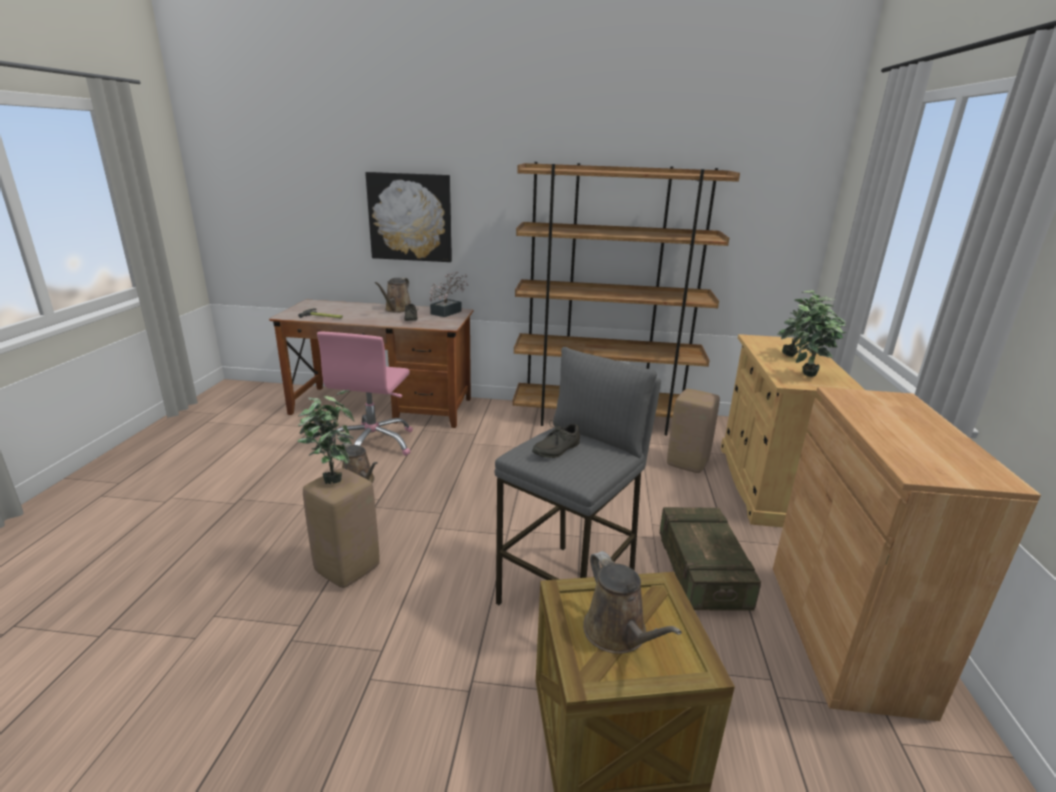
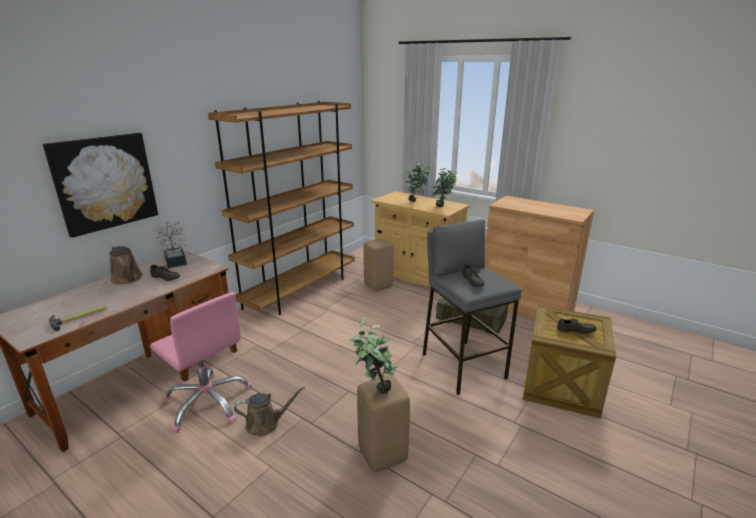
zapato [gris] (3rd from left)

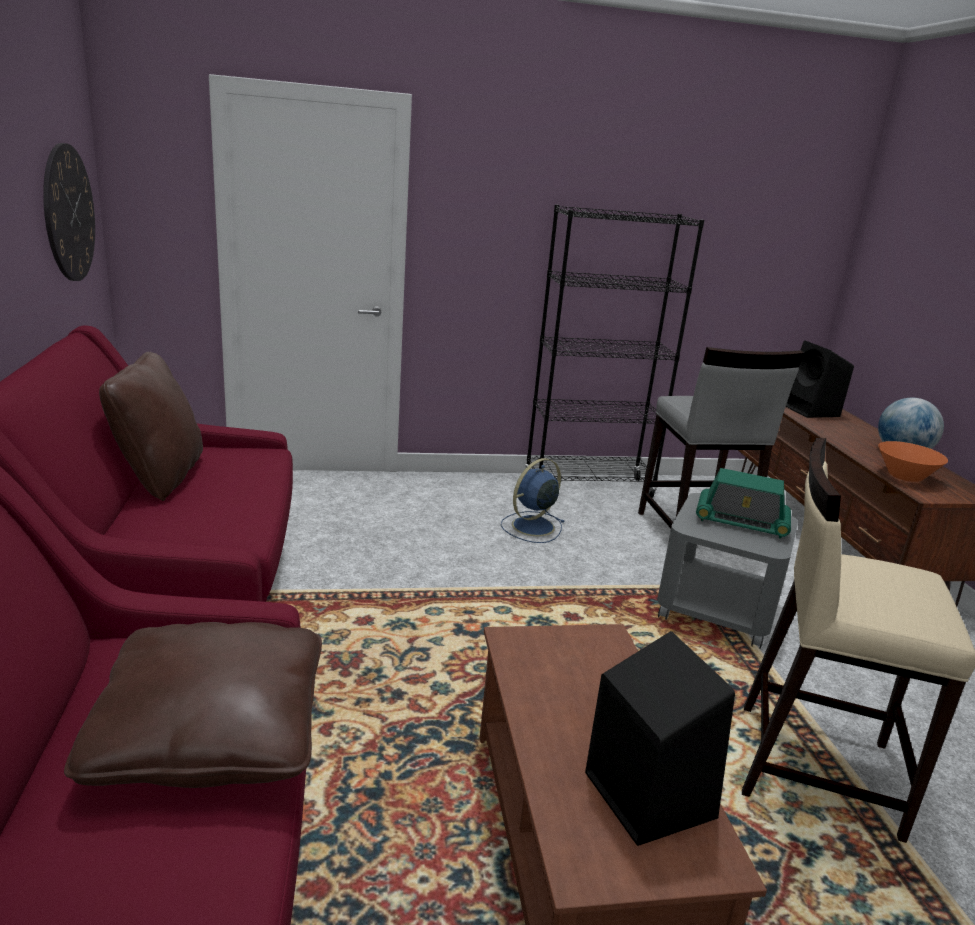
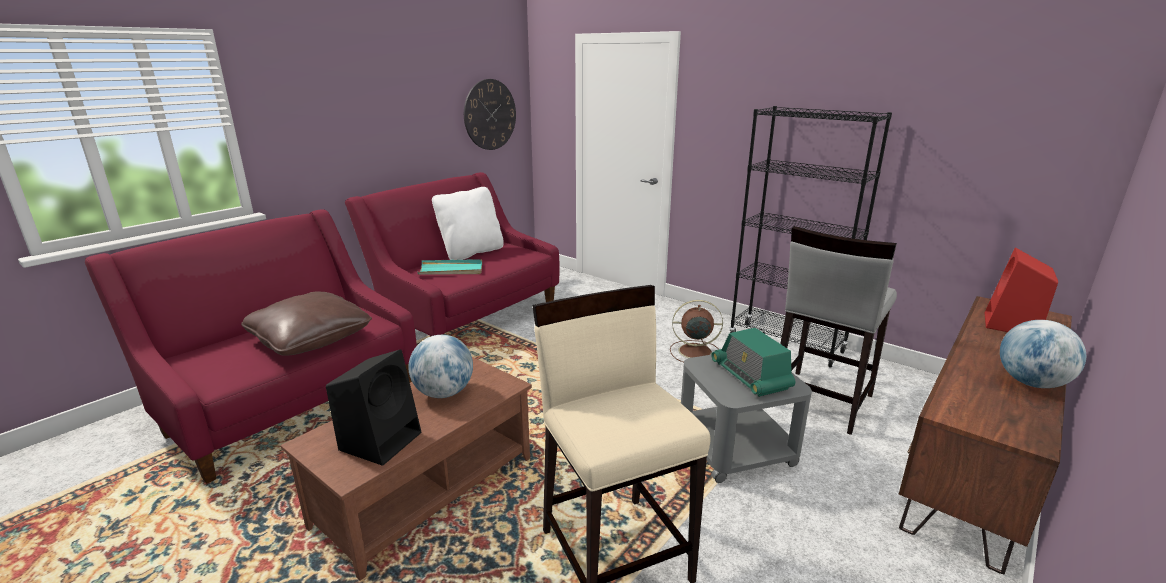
cojín [blanco]; ventilador [marrón]; altavoz [rojo]; cuenco [naranja]; globo terráqueo (1st from left); bandeja [turquesa]

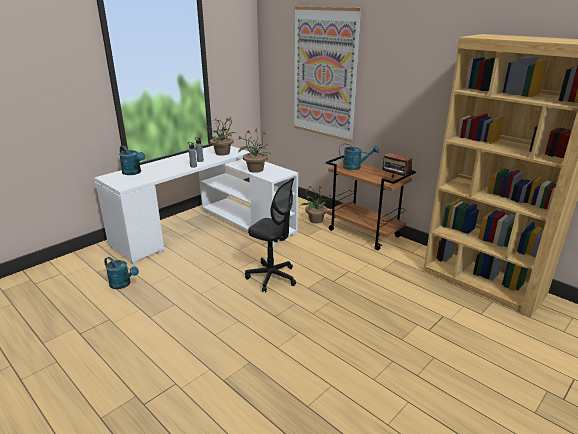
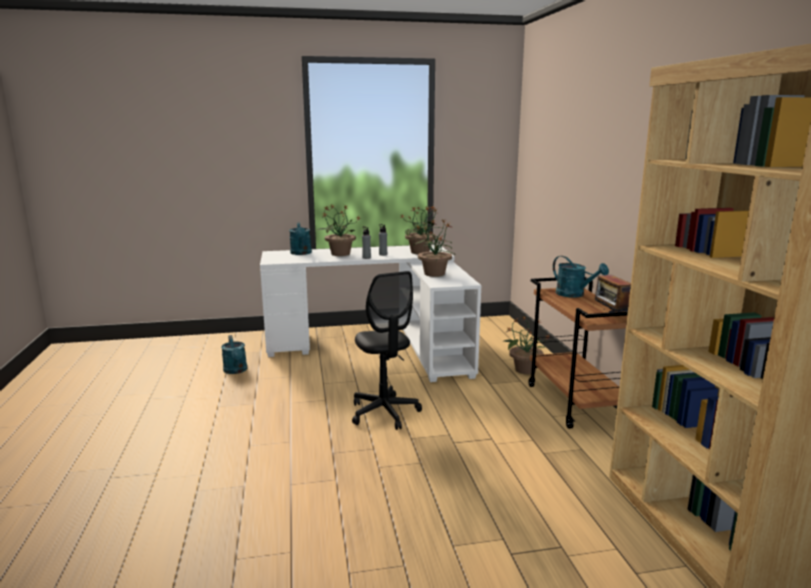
cuadro; planta en maceta (1st from left)

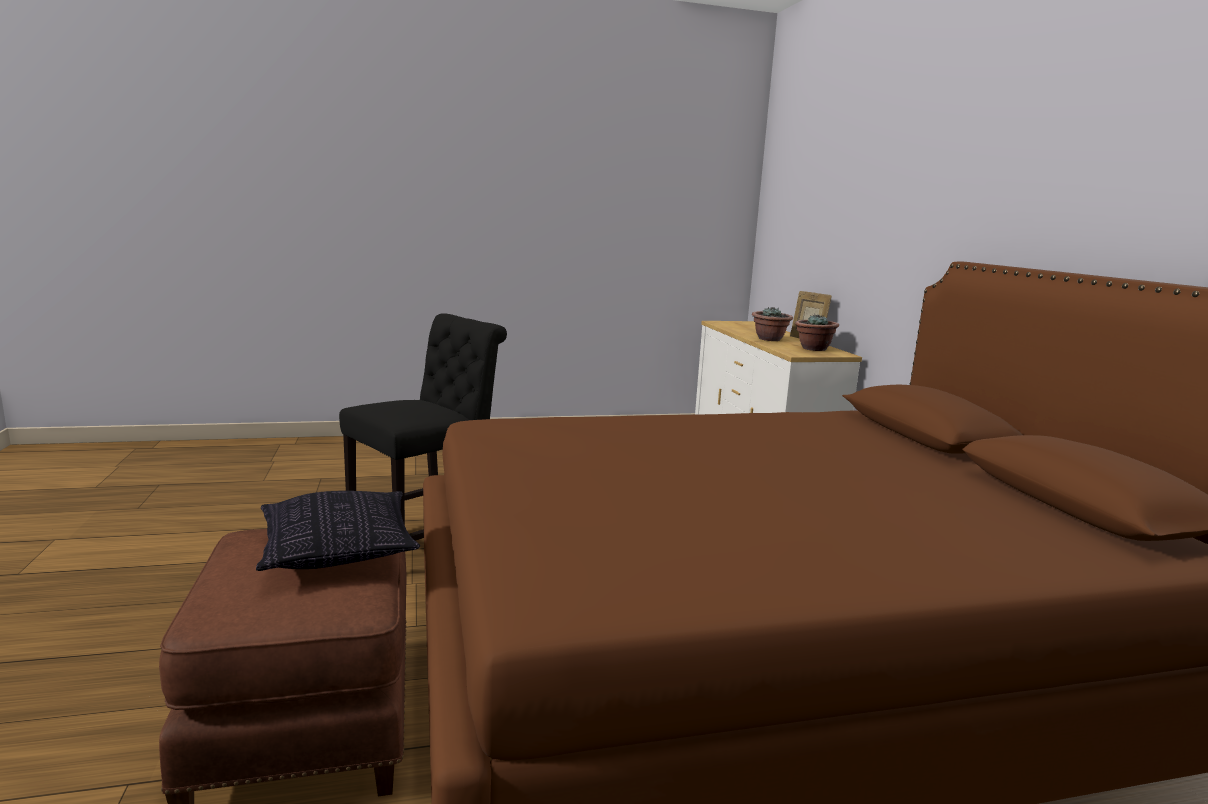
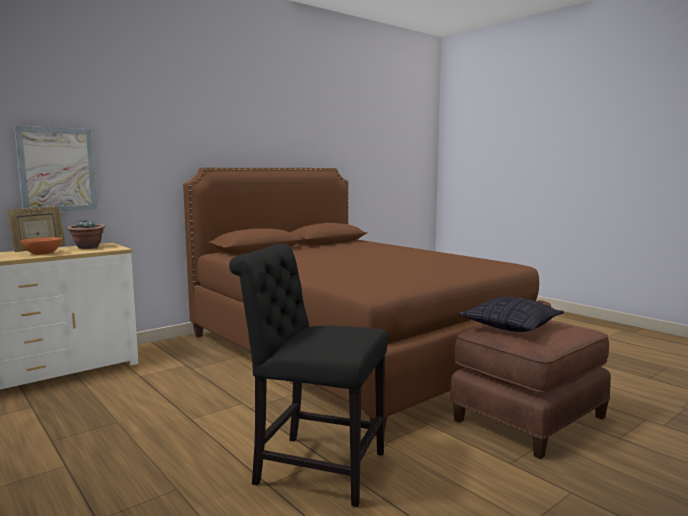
cuenco [naranja]; cuadro

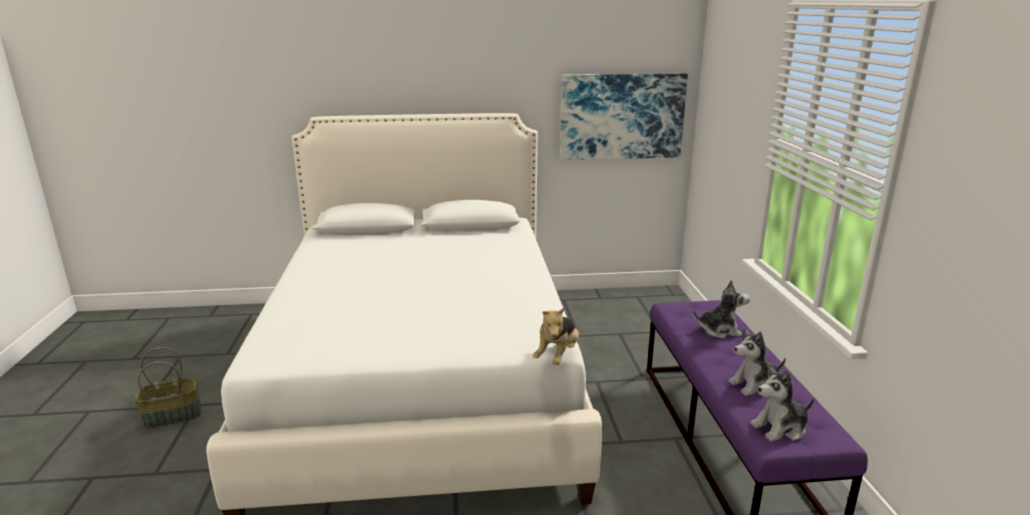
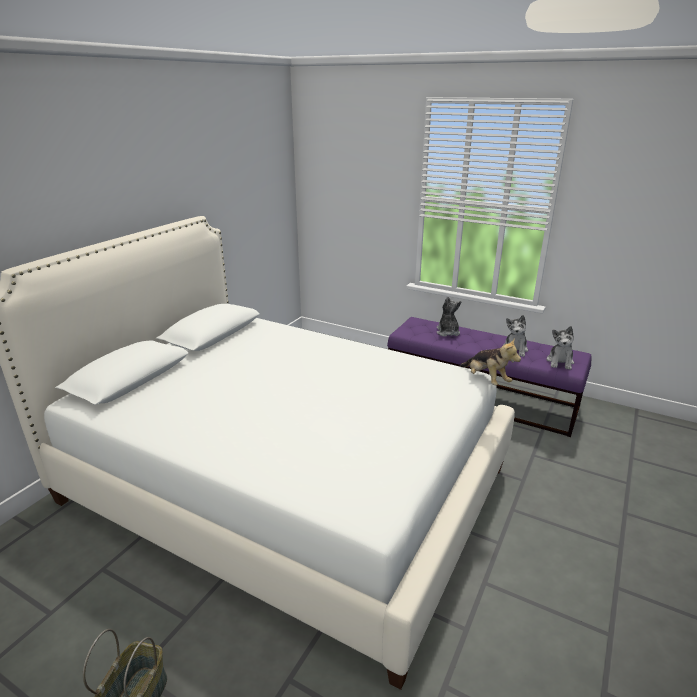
cuadro; peluche (1st from left)

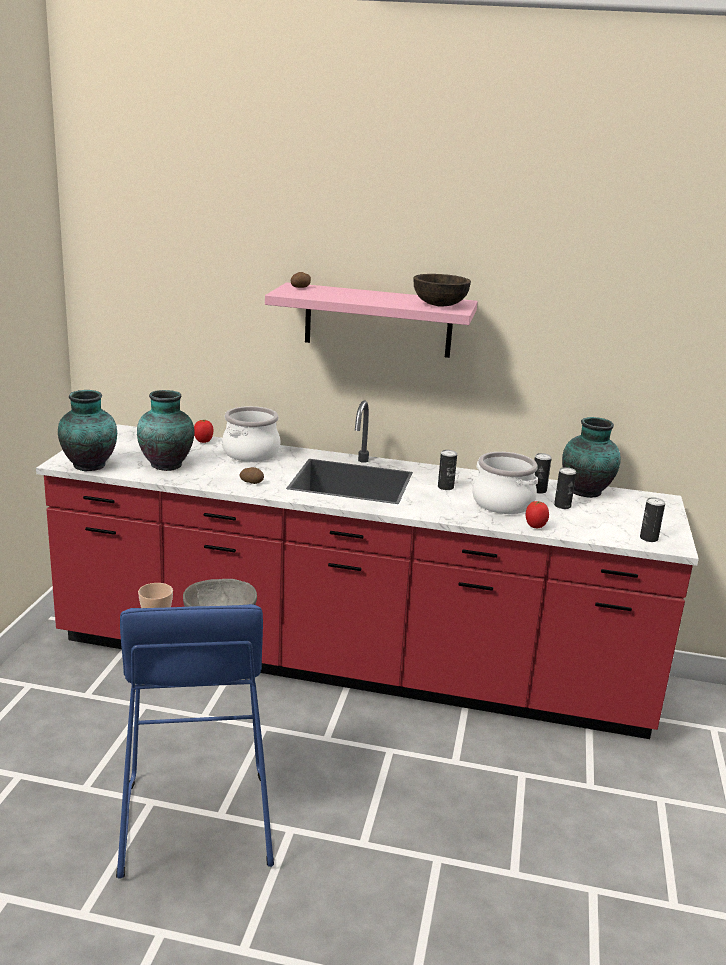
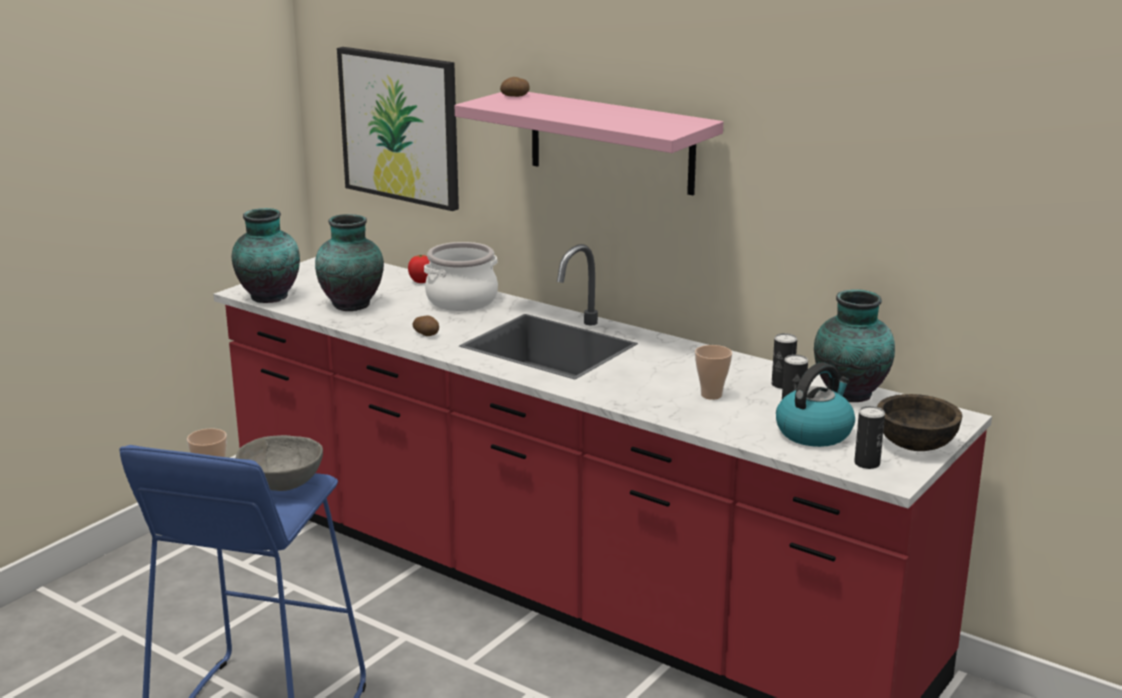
cuenco [marrón]; lata (1st from left in the first image); taza (2nd from left); tomate (2nd from left in the first image); cuadro; hervidor

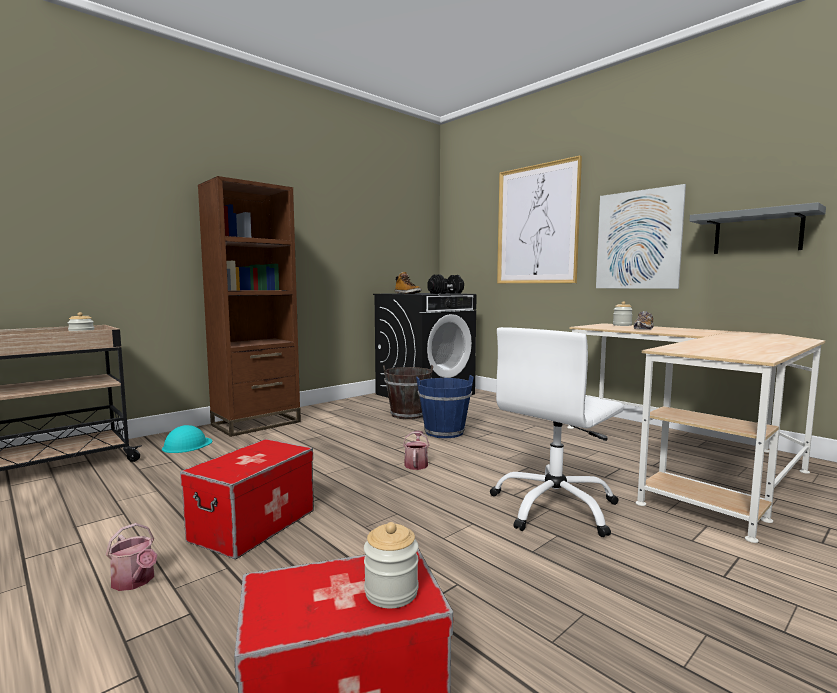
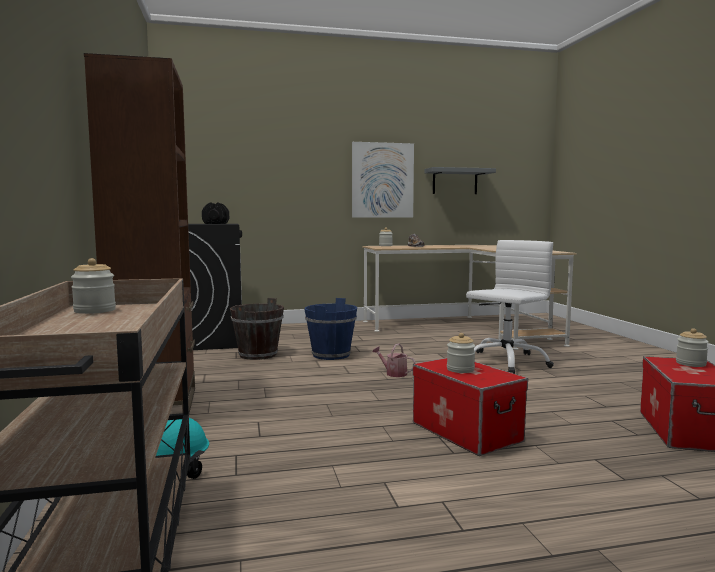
regadera (1st from left in the first image); bota; silla de oficina [blanco]; cuadro (1st from left in the first image); tarro (3rd from left)

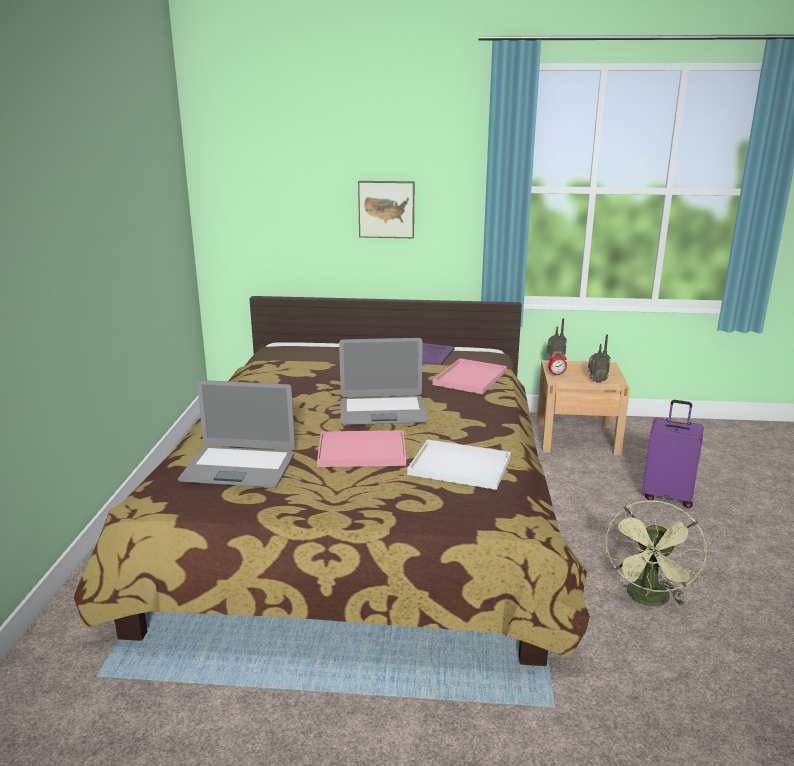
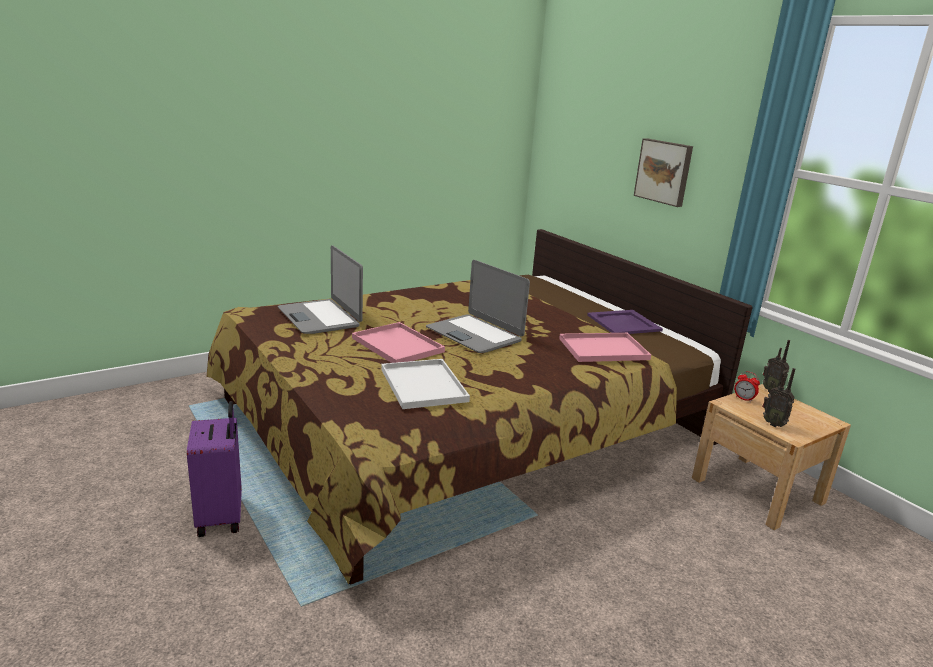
ventilador [verde]; maleta [morado]

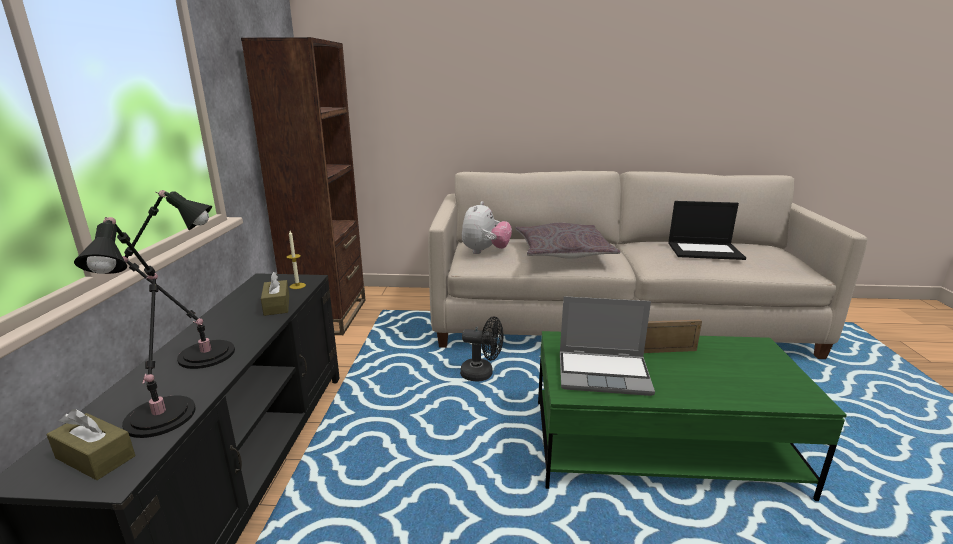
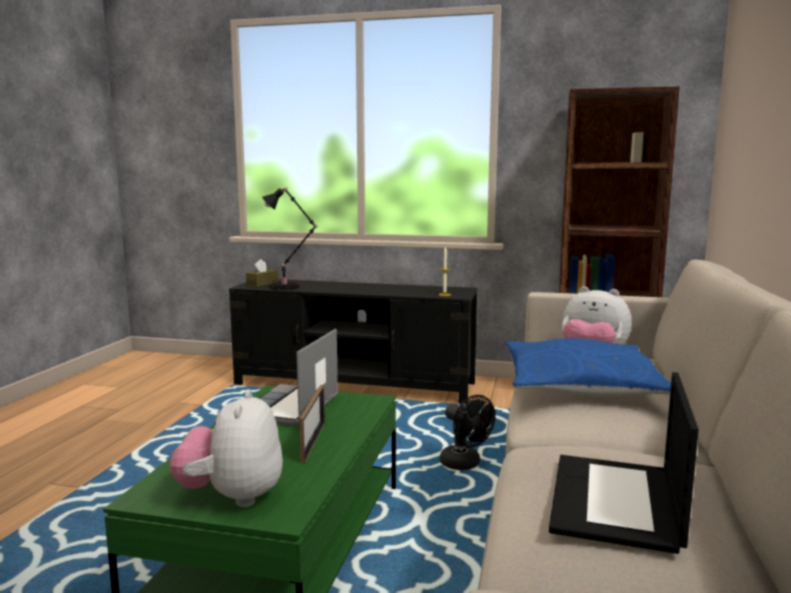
lámpara de mesa [negro] (2nd from left in the first image); caja de pañuelos [marrón] (2nd from left in the first image); ventilador [negro]; cojín [azul]; peluche (1st from left)

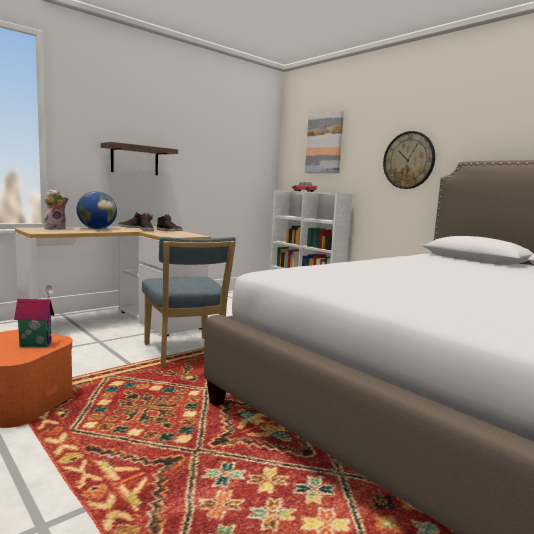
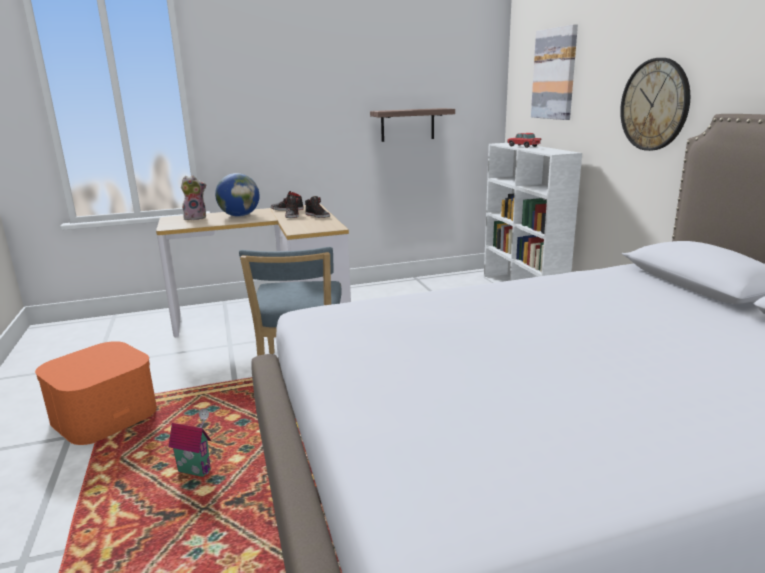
casita; estante

